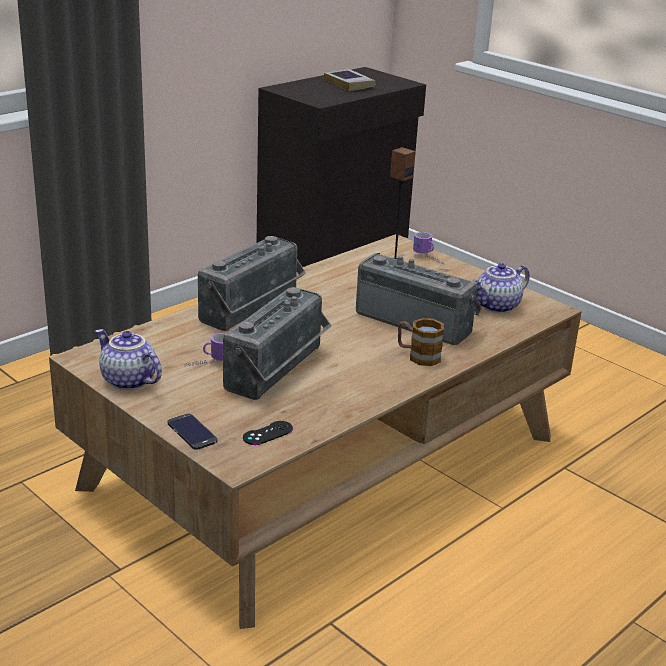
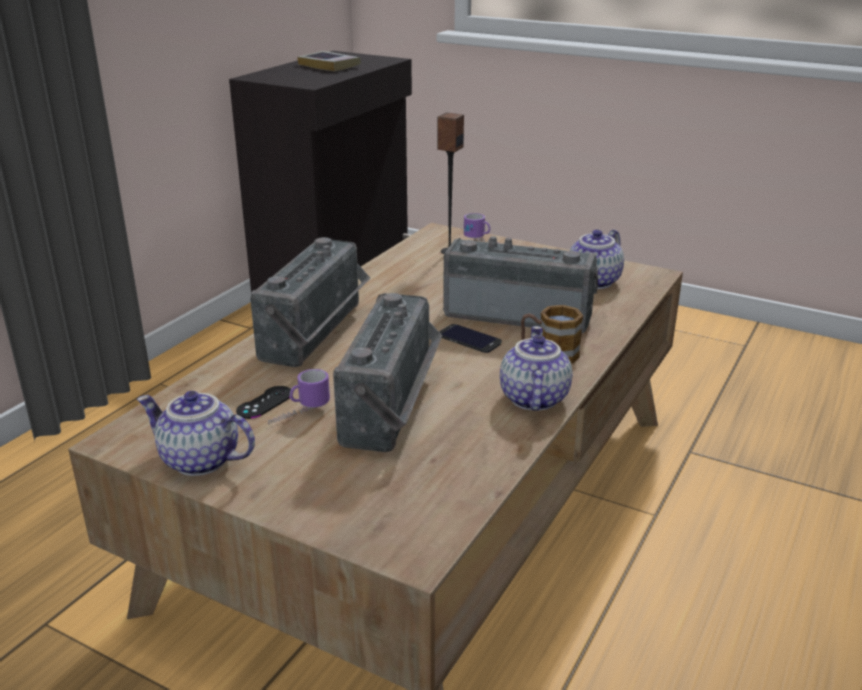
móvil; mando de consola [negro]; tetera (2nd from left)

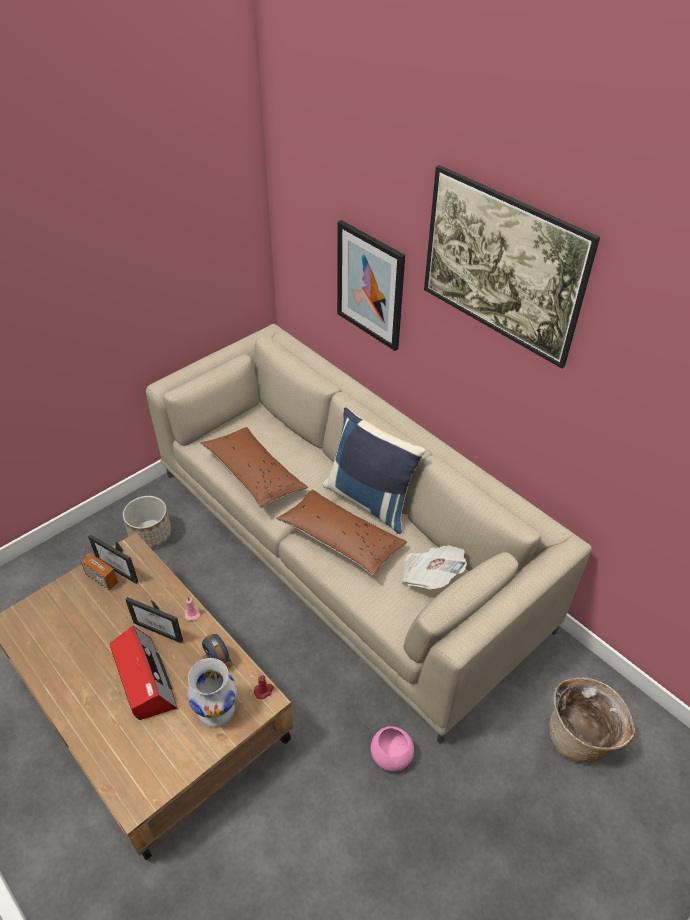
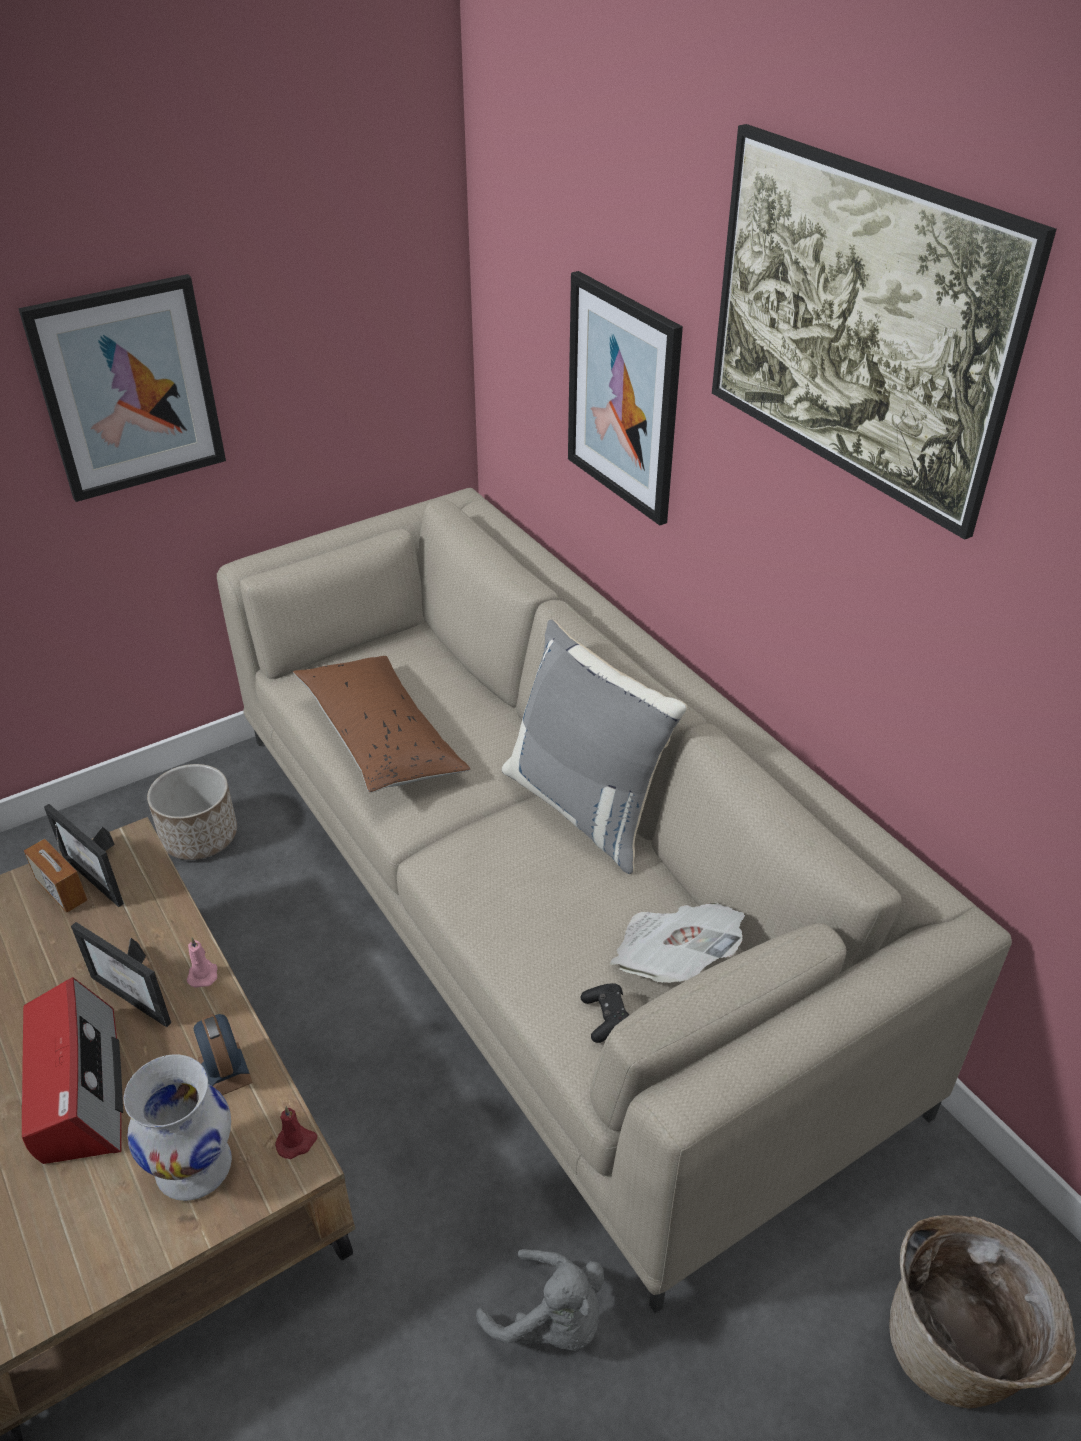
cojín [marrón] (2nd from left in the first image); cojín [gris]; peluche [gris]; cuadro (1st from left); mando de consola [negro]

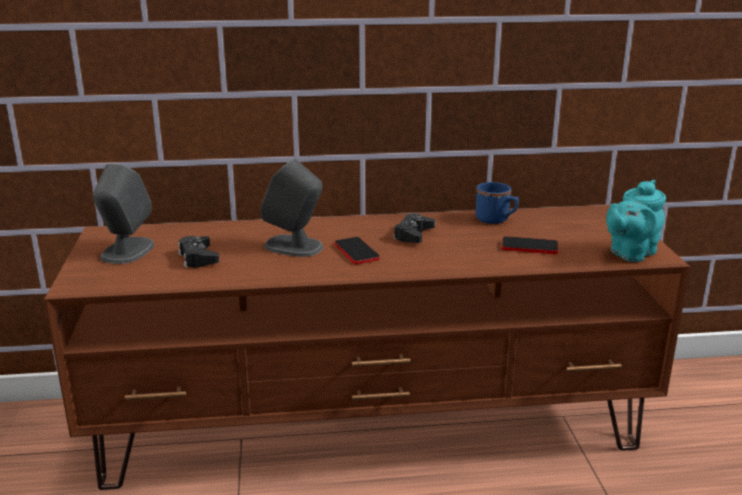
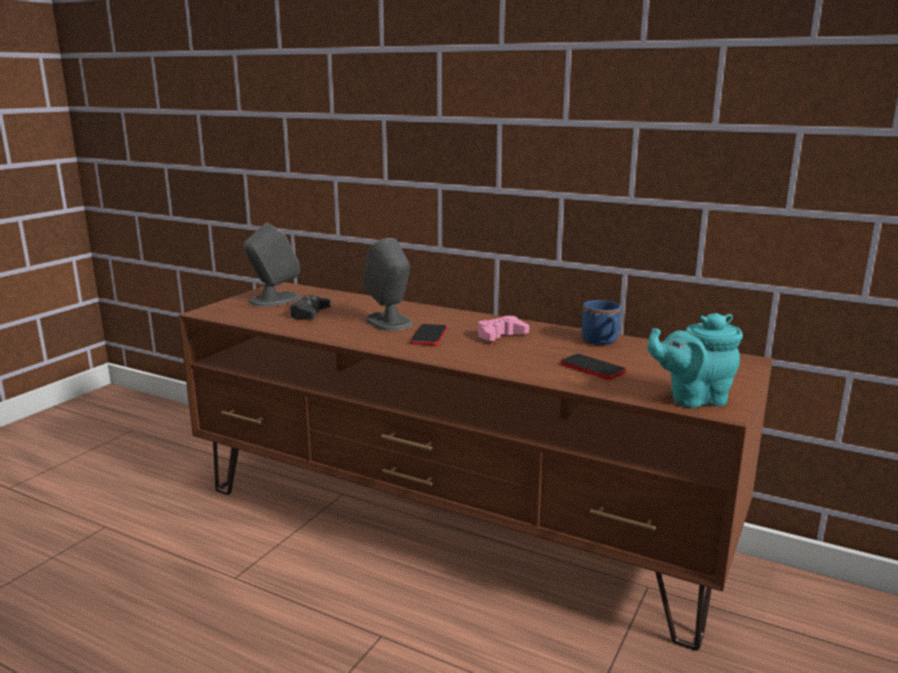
mando de consola [rosa]

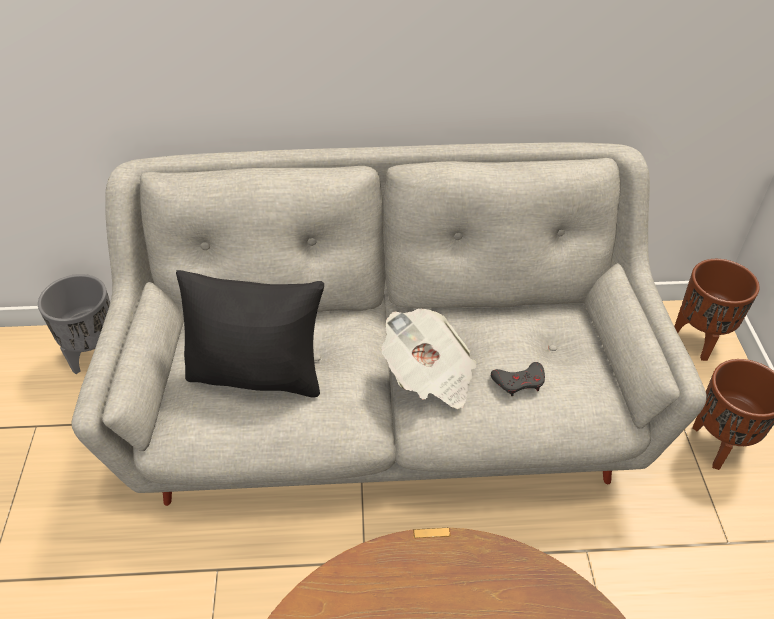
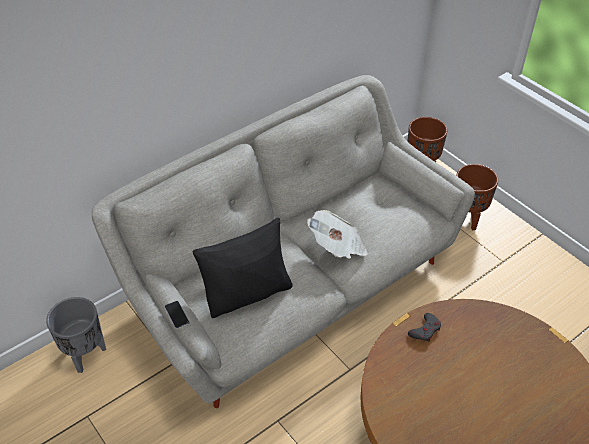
mando de consola [gris]; móvil

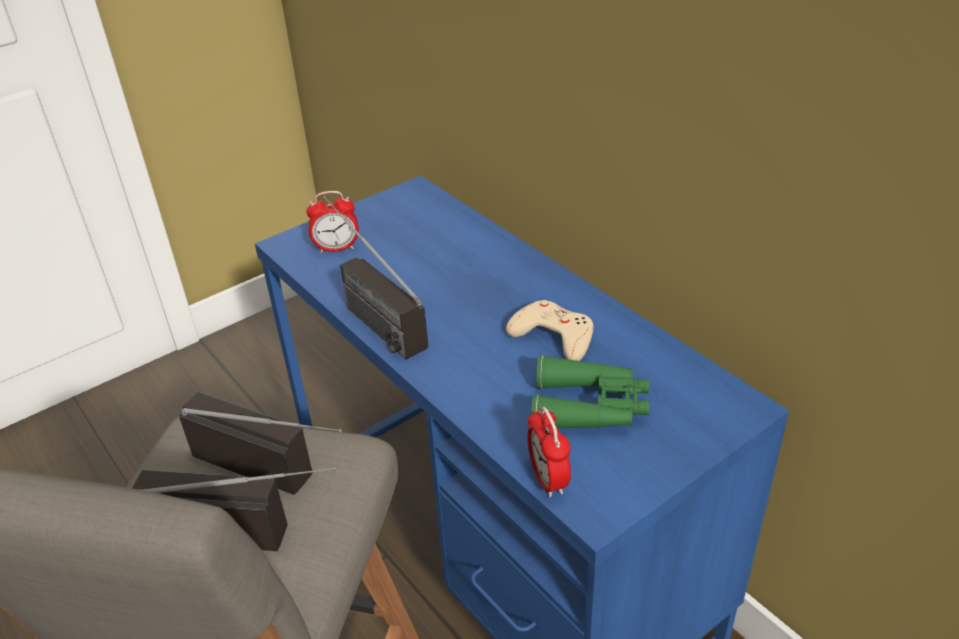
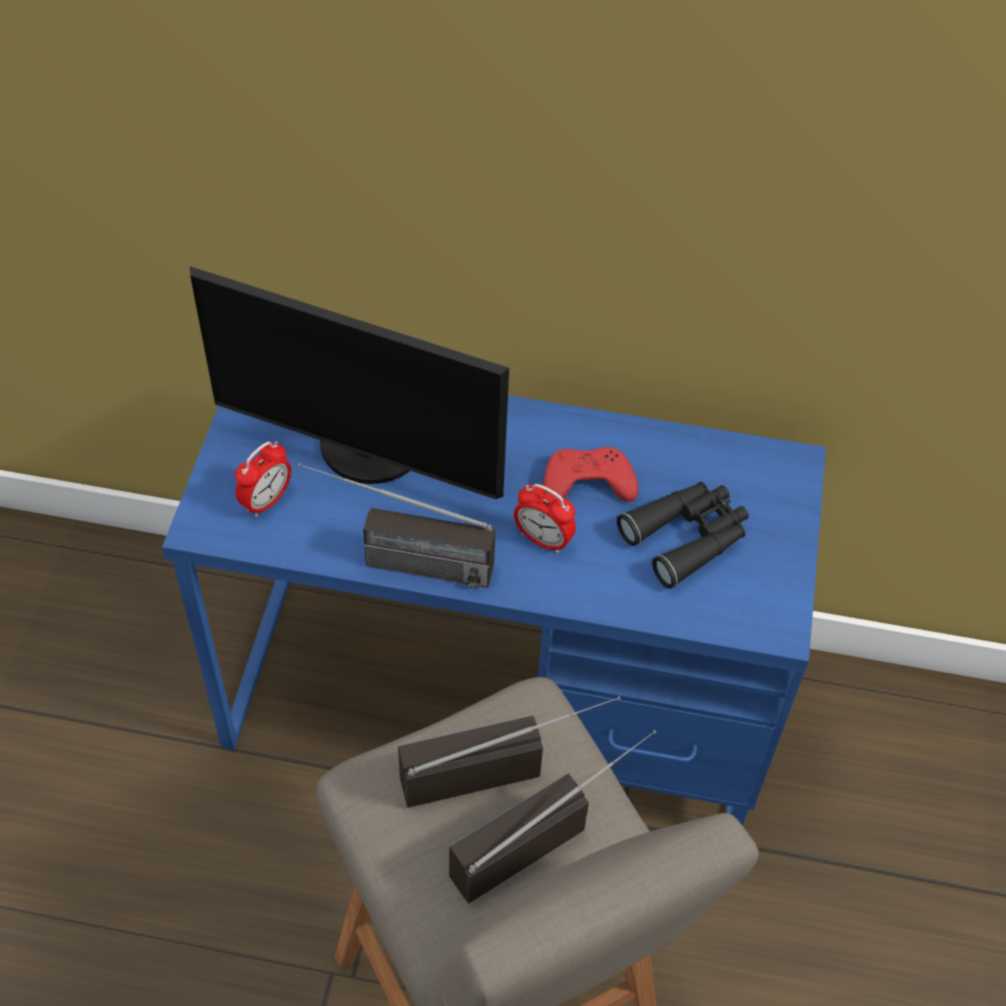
mando de consola [rojo]; despertador (2nd from left); prismáticos [negro]; monitor

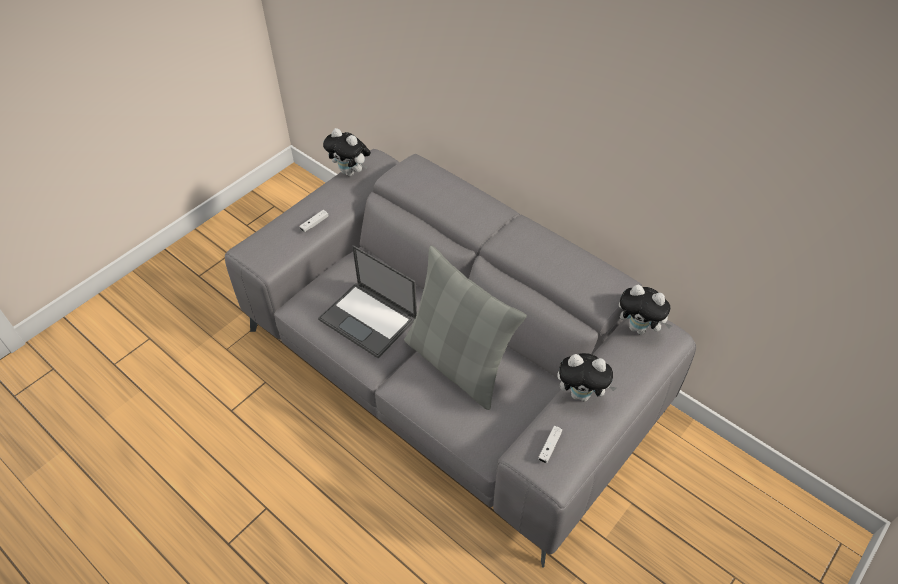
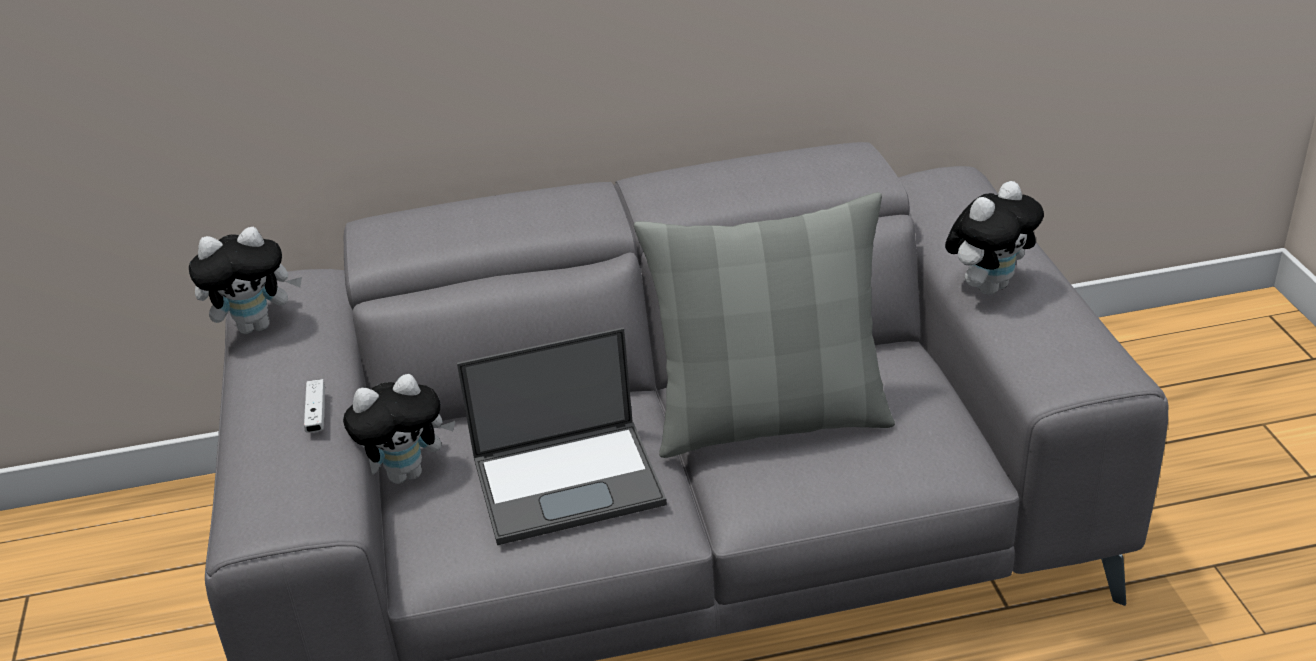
mando de consola [blanco] (2nd from left in the first image); peluche (2nd from left)

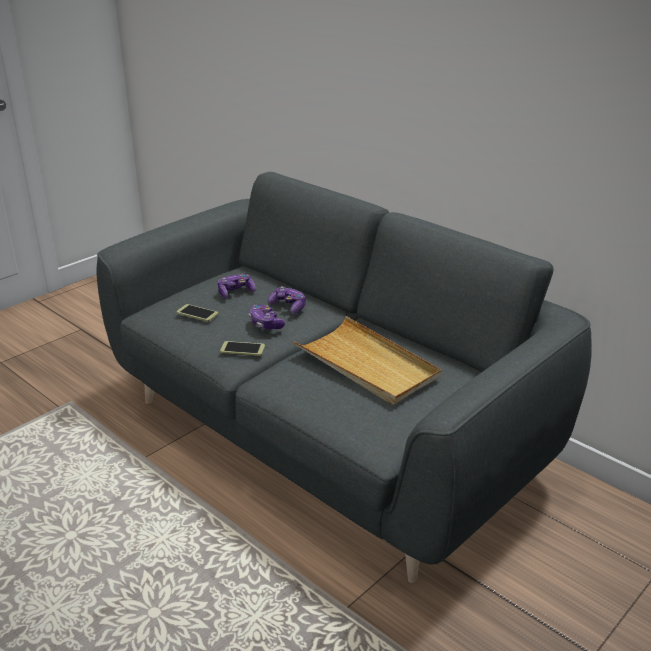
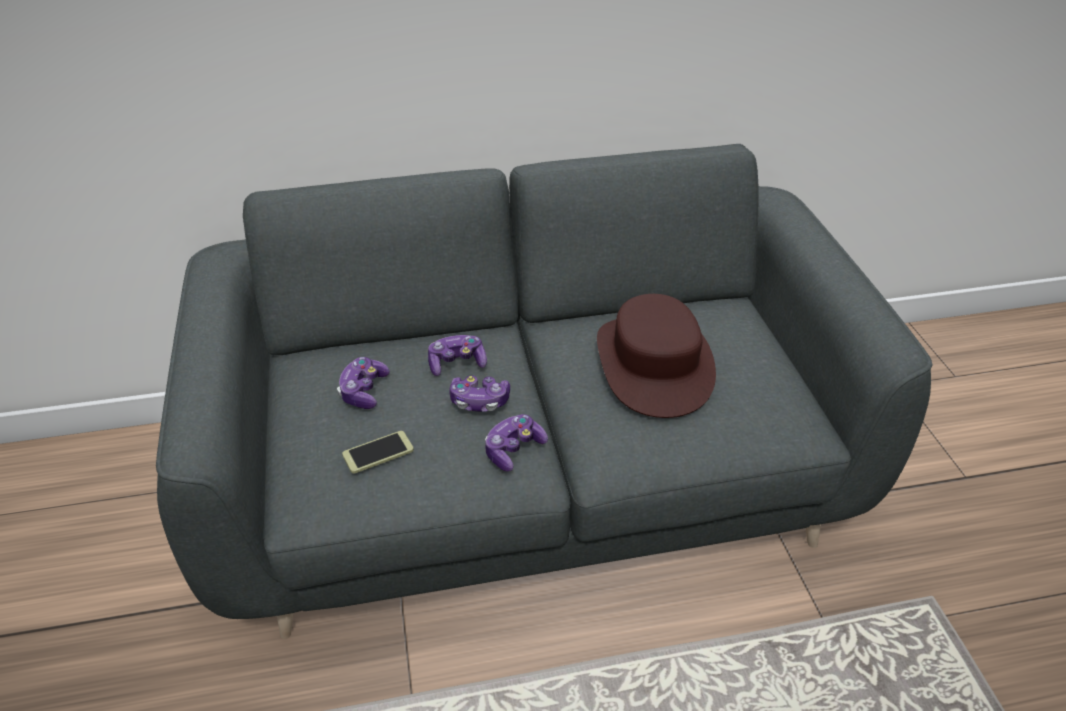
mando de consola (4th from left); sombrero [marrón]

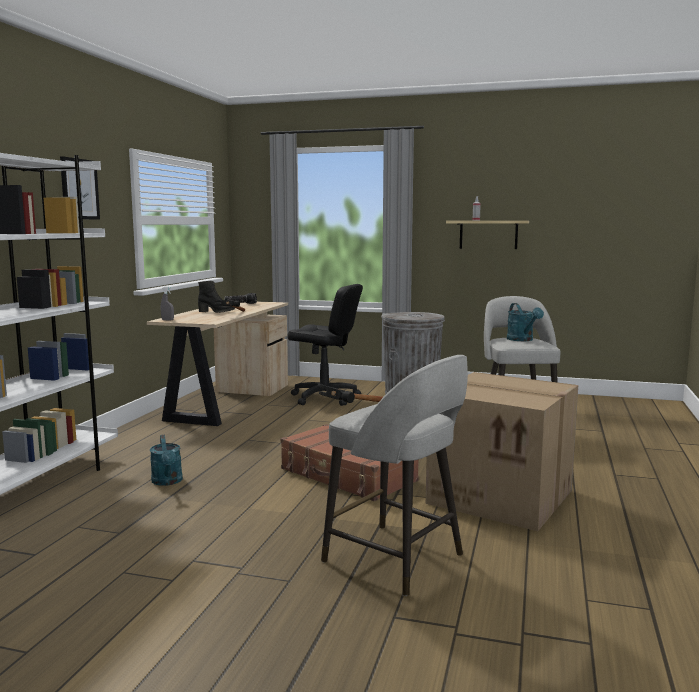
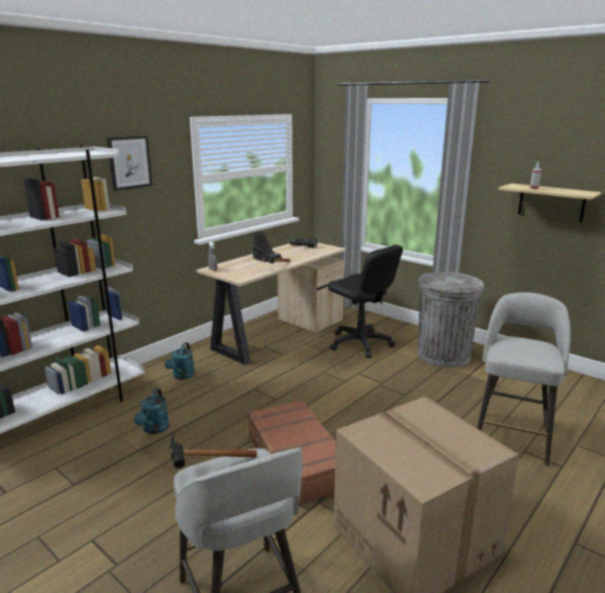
regadera [turquesa] (2nd from left)

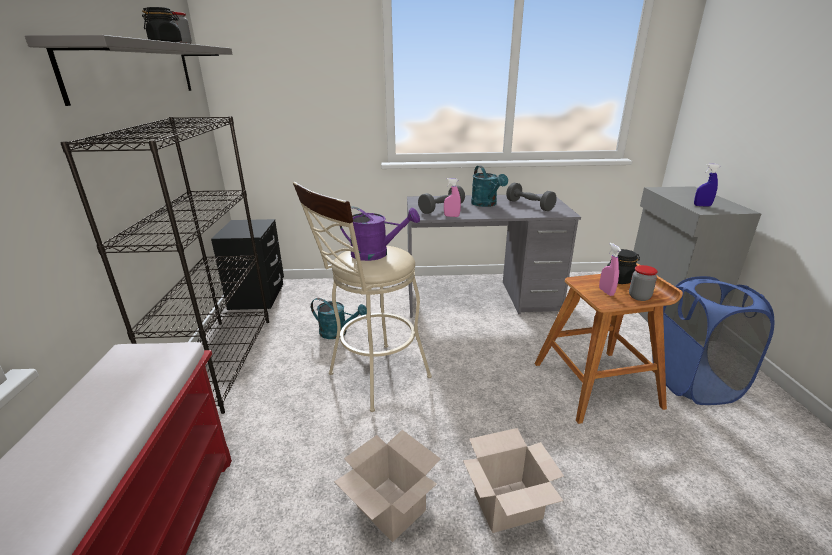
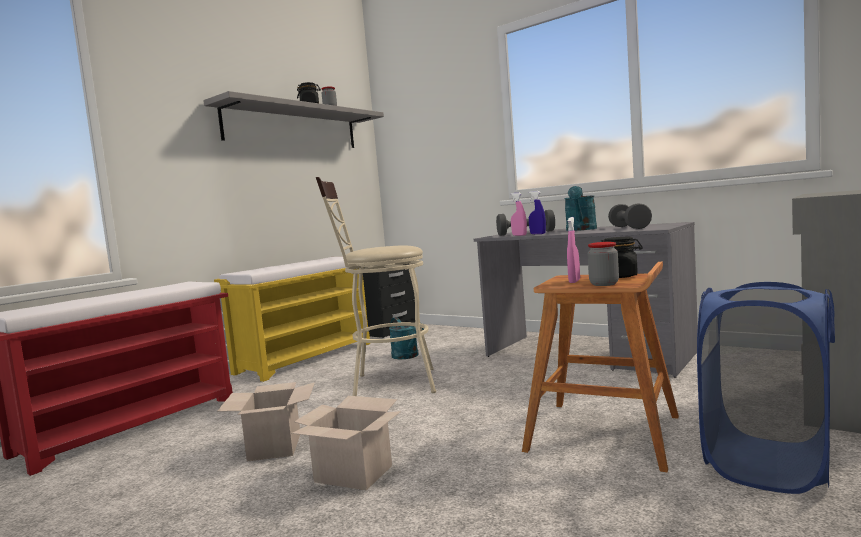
banco [amarillo]; regadera [morado]; pulverizador [azul]

